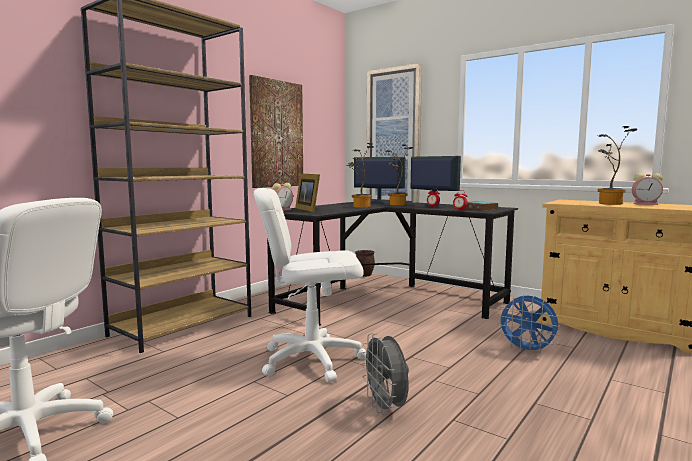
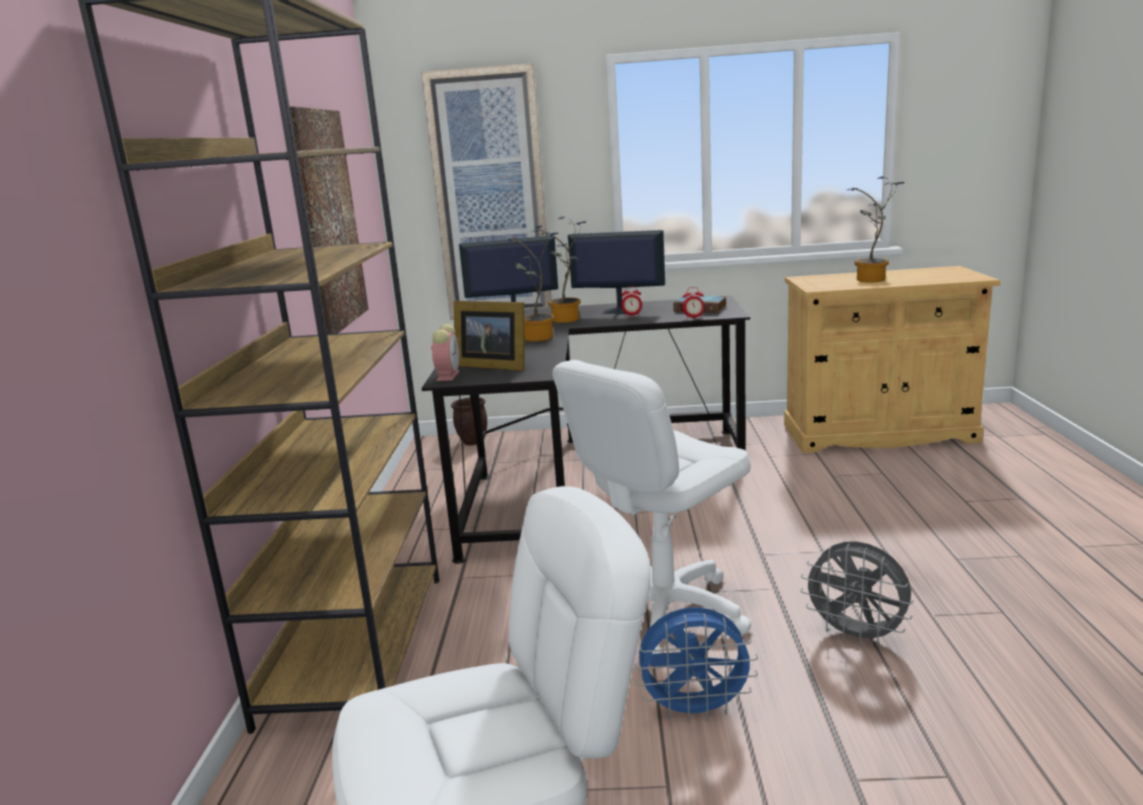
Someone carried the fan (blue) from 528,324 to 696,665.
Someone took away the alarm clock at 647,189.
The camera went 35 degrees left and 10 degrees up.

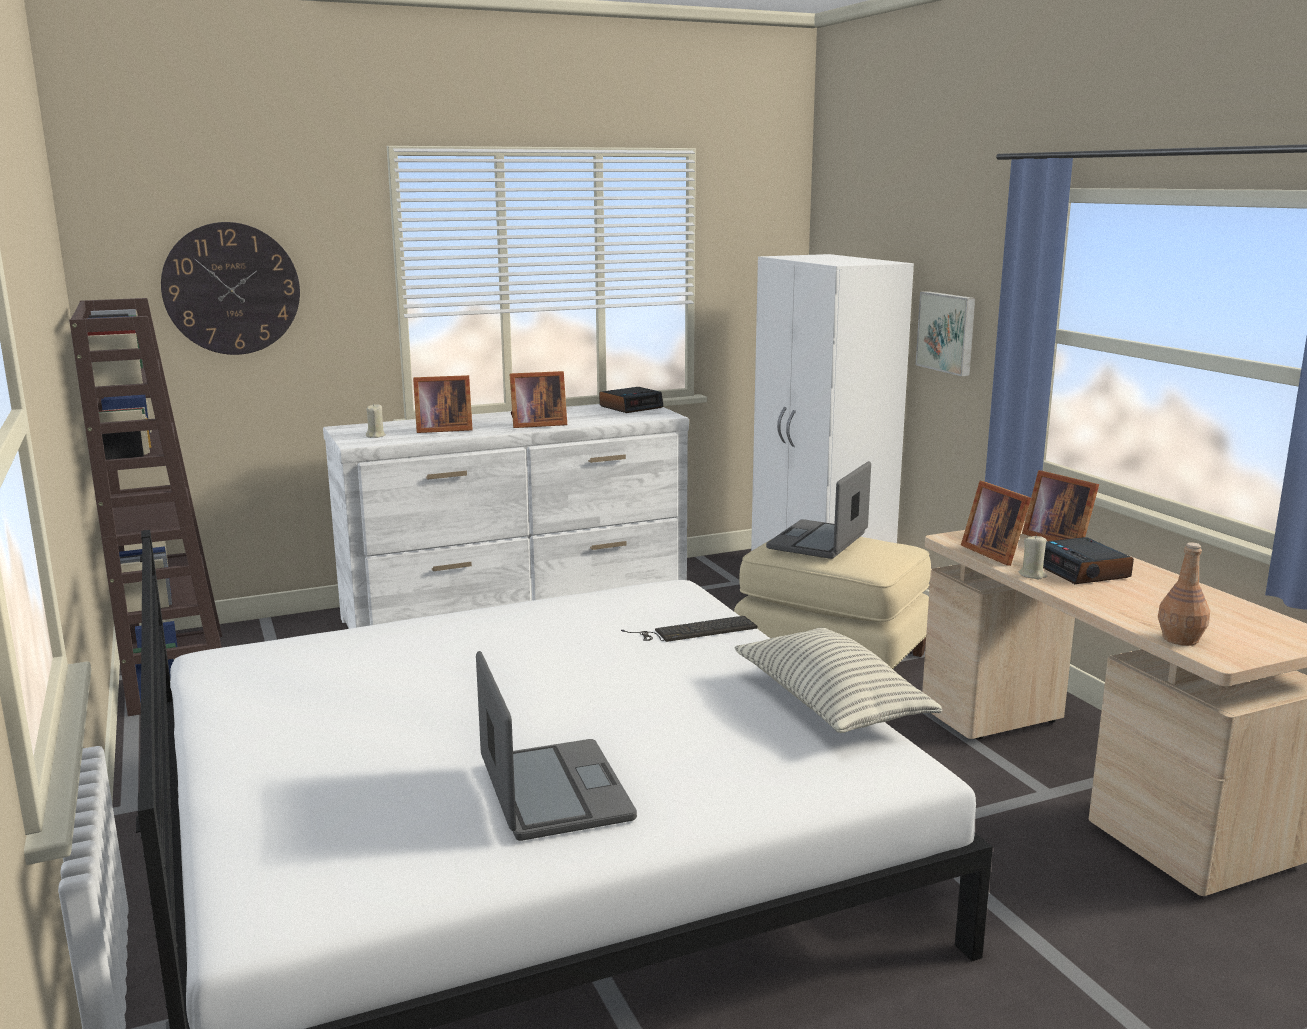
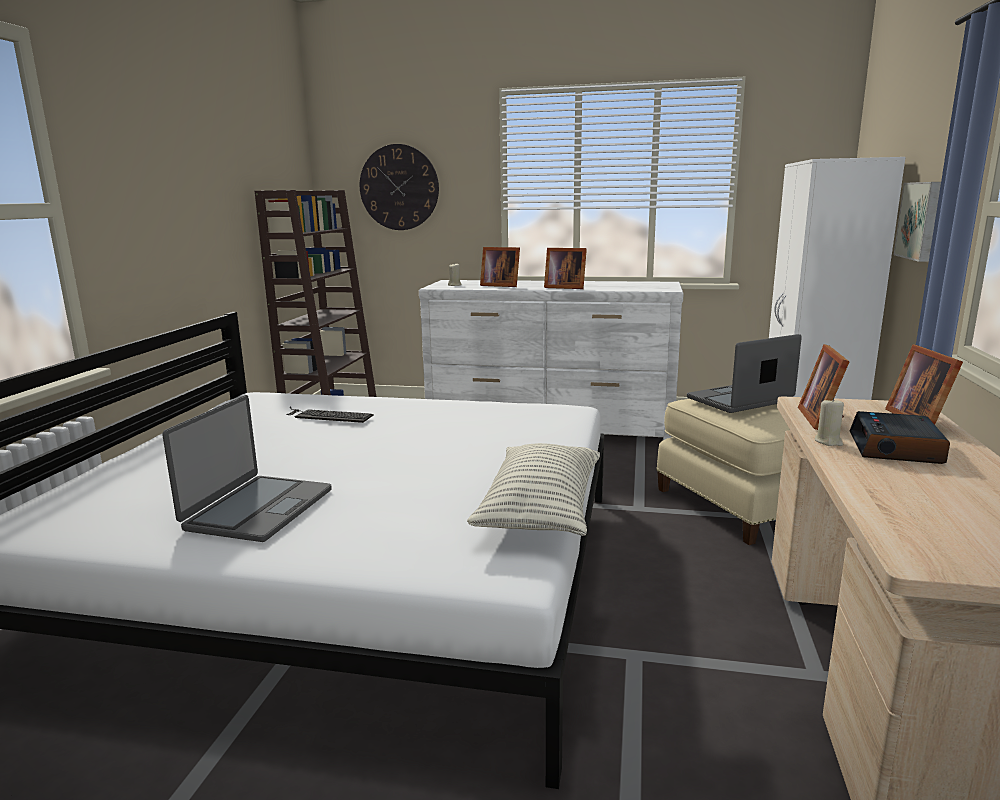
Someone took away the alarm clock at 631,400.
Someone carried the keyboard from 689,629 to 330,415.
Someone took away the bottle (brown) at 1184,594.
The camera went 35 degrees right and 0 degrees up.

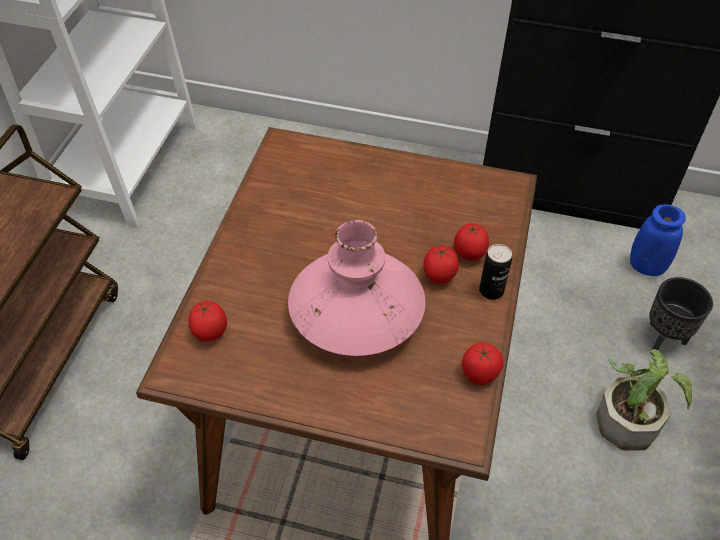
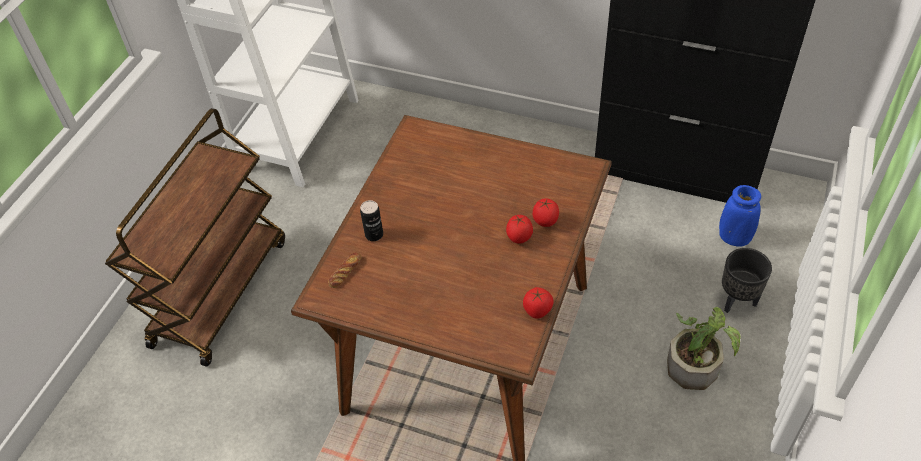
Someone swapped the tomato at 208,321 for the bread at 344,270.
Someone took away the vase (pink) at 356,288.
Someone carried the can from 495,272 to 371,220.
The camera went 10 degrees right and 0 degrees up.

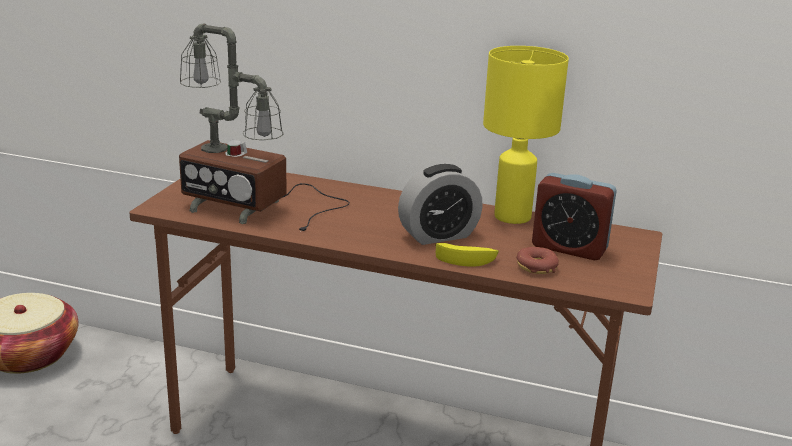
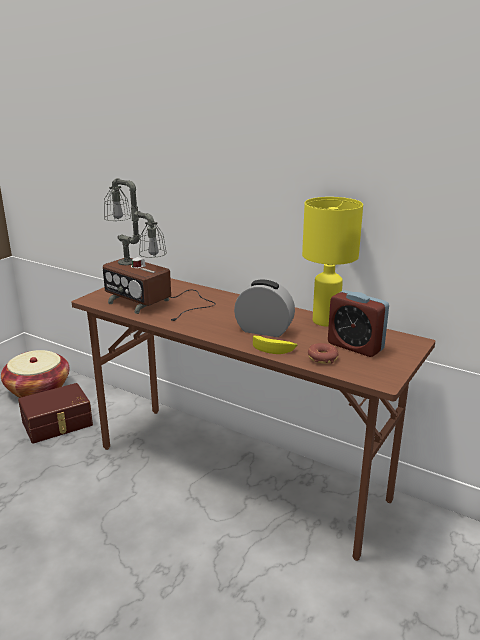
Someone rotated the alarm clock at 440,204 by 150 degrees counterclockwise.
Someone put down the storage box (brown) at 55,413.
The camera went 15 degrees right and 0 degrees up.

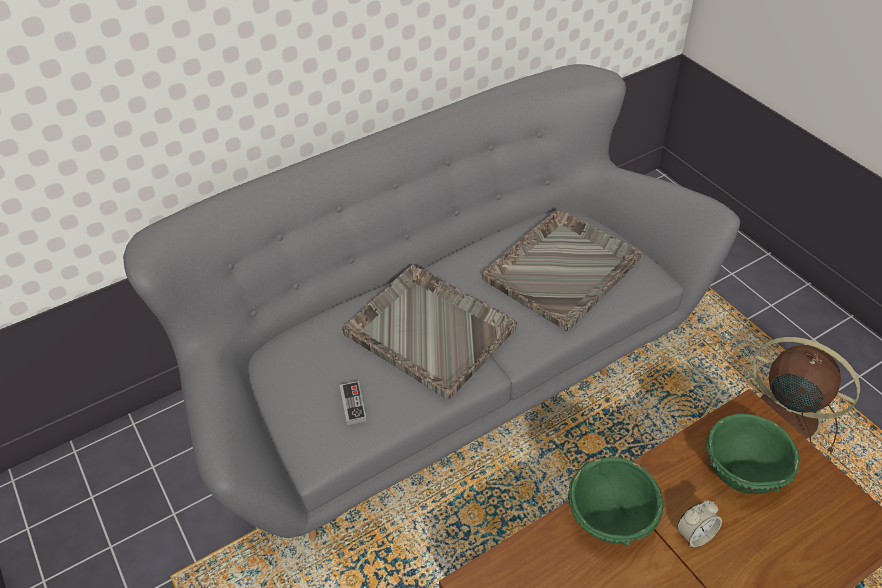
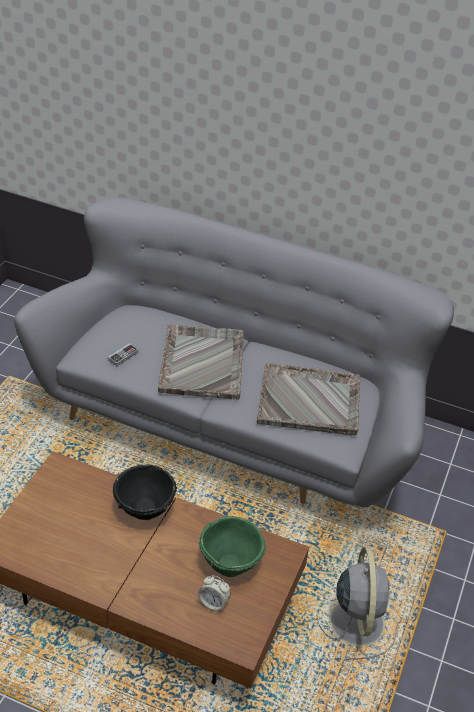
Someone repainted the bowl (green) at 616,501, which became the bowl (black) at 145,492.
Someone carried the alarm clock from 699,523 to 214,593.
Someone repainted the fan (brown) at 799,395, which became the fan (grey) at 356,603.
The camera went 50 degrees right and 5 degrees down.

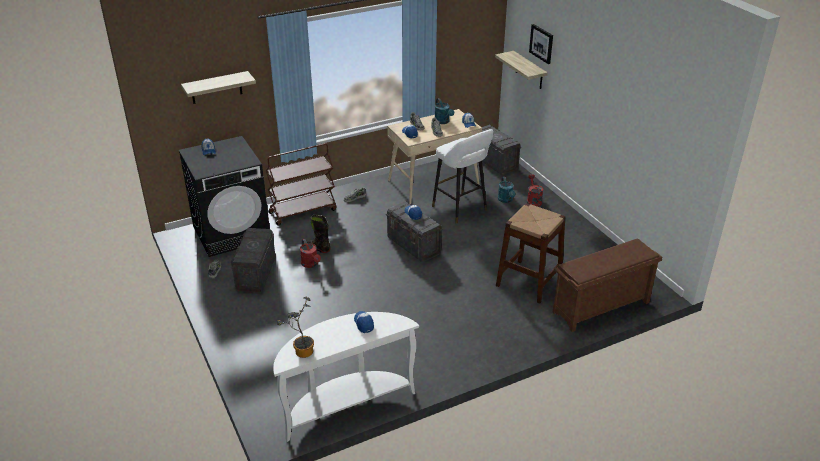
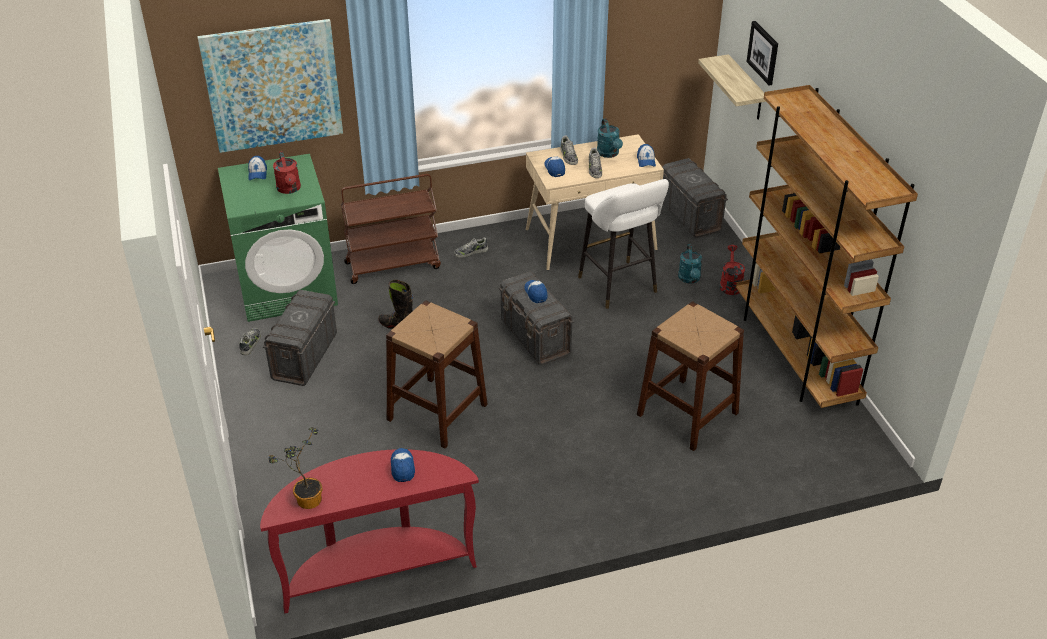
Someone repainted the washing machine (black) at 224,196, which became the washing machine (green) at 278,238.
Someone swapped the shelf at 218,87 for the picture at 270,86.
Someone repainted the console table (white) at 346,377, which became the console table (red) at 369,531.
Someone carried the watering can (red) from 310,253 to 287,172.
Someone took away the shoe rack (brown) at 607,285.
Someone put down the stool (brown) at 437,374.
Someone put down the bookcase (brown) at 827,246.
The camera went 10 degrees right and 5 degrees up.

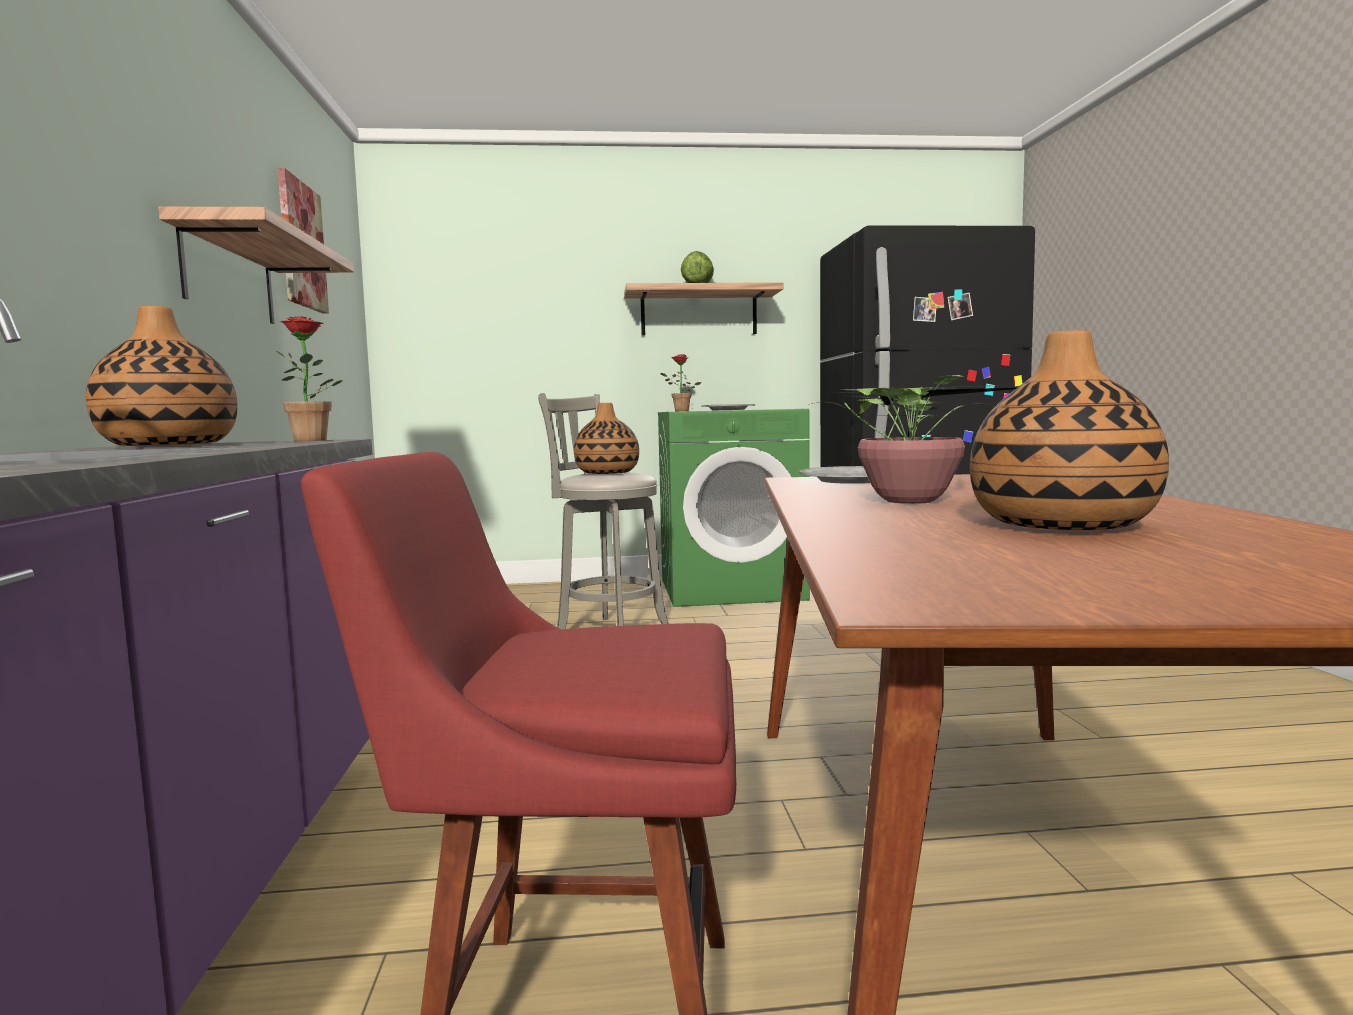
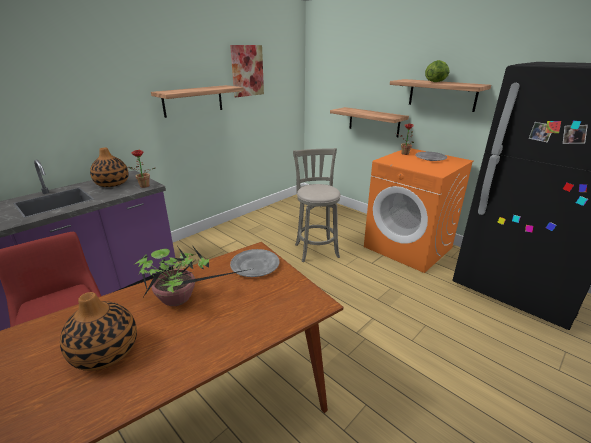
Someone took away the vase at 606,438.
Someone repainted the washing machine (green) at 734,508, which became the washing machine (orange) at 419,210.
Someone put up the shelf at 369,122.
The camera went 50 degrees right and 20 degrees up.

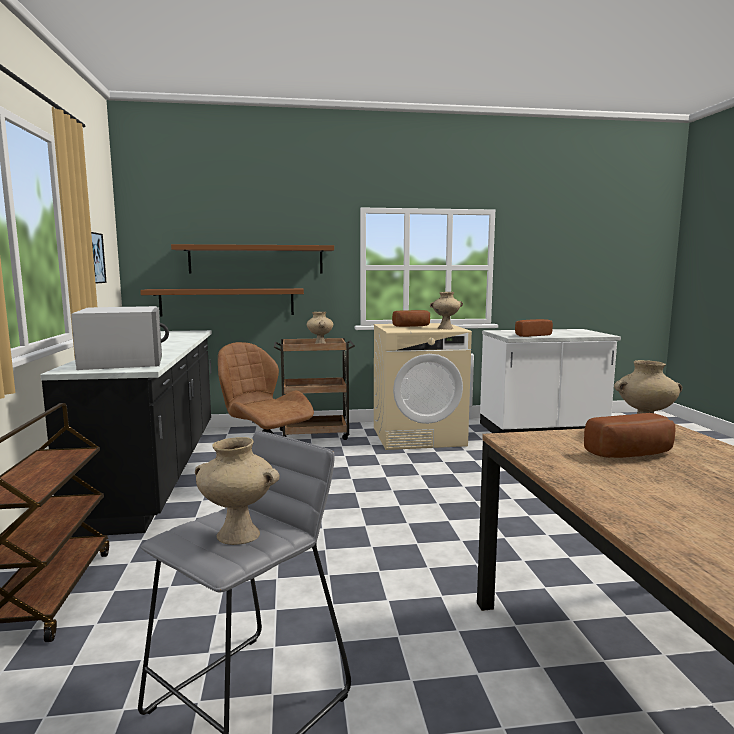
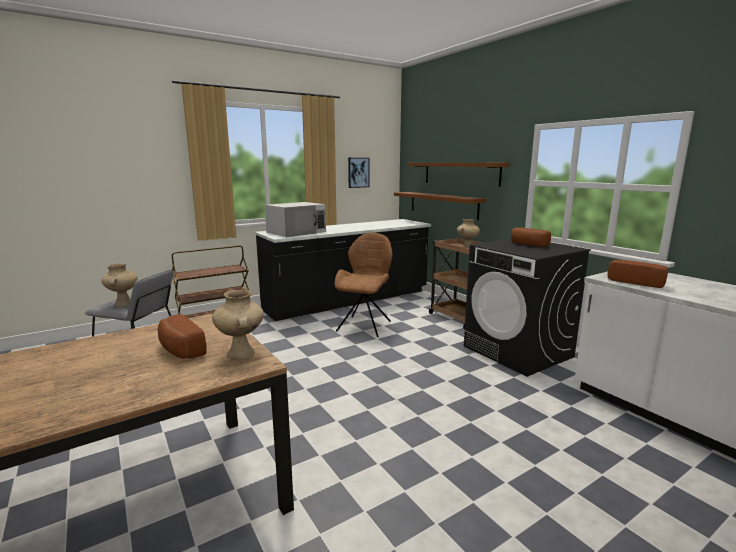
Someone repainted the washing machine (beige) at 423,386, which became the washing machine (black) at 527,308.
Someone took away the vase (beige) at 446,310.
The camera went 65 degrees right and 5 degrees up.

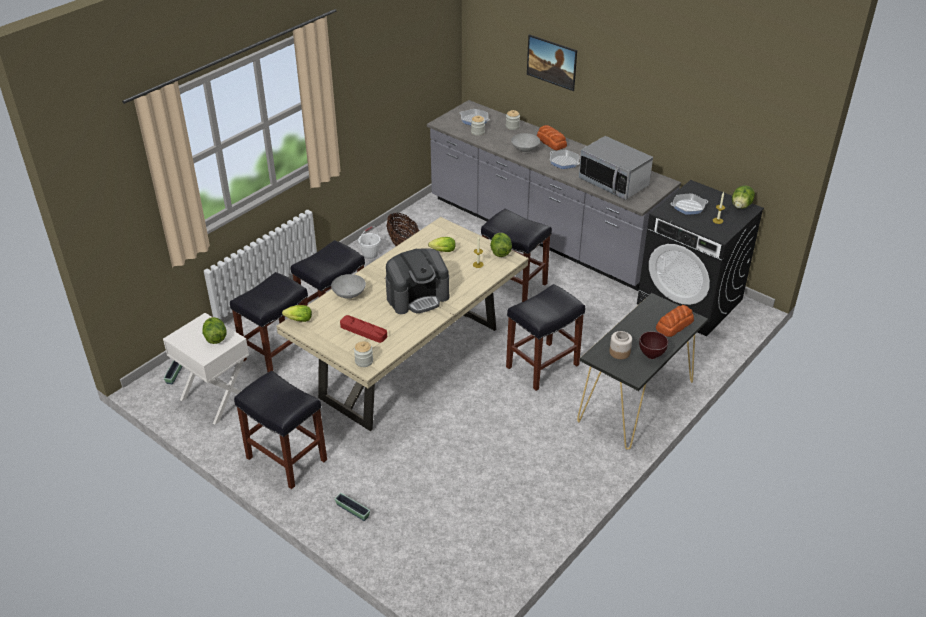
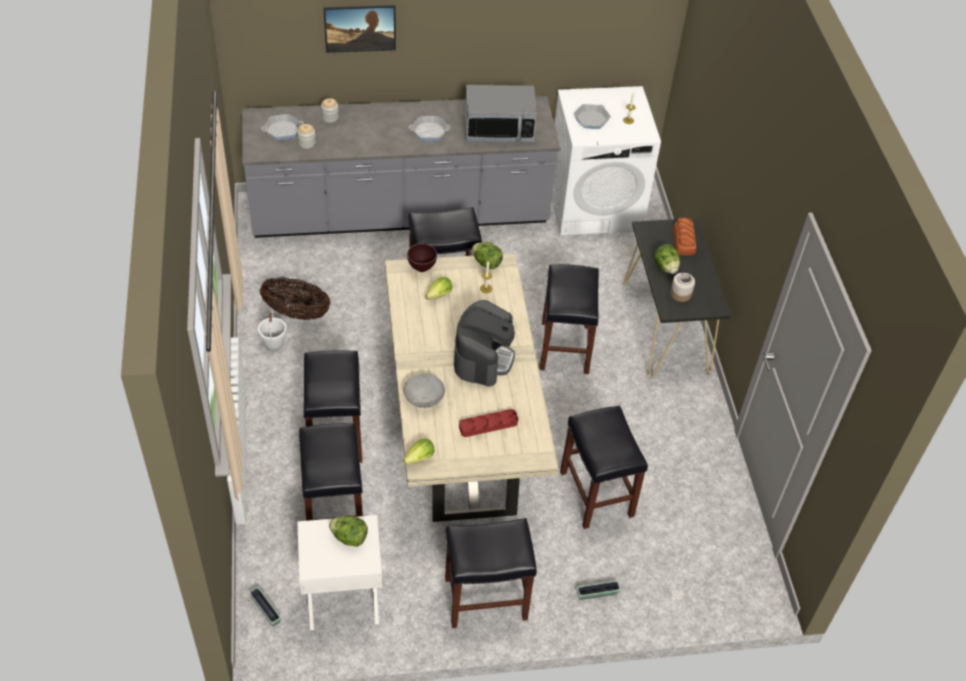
Someone took away the jar at 363,354.
Someone took away the bowl (grey) at 525,142.
Someone took away the bread at 552,137.
Someone repainted the washing machine (black) at 700,258, which became the washing machine (white) at 606,161.
Someone carried the bowl (brown) from 653,345 to 422,257.
Someone carried the lettuce from 743,197 to 667,259.
Someone put down the stool (black) at 604,467.
The camera went 50 degrees left and 10 degrees up.

